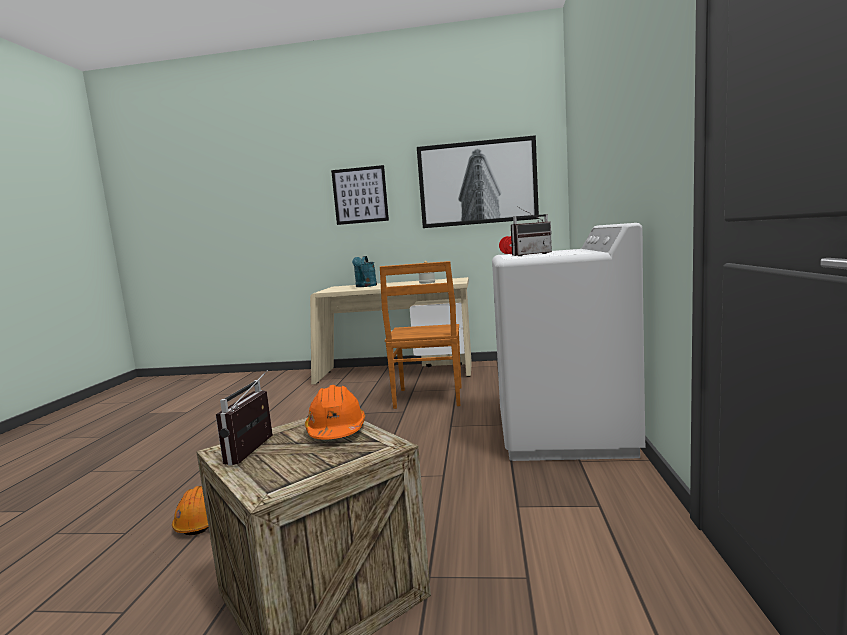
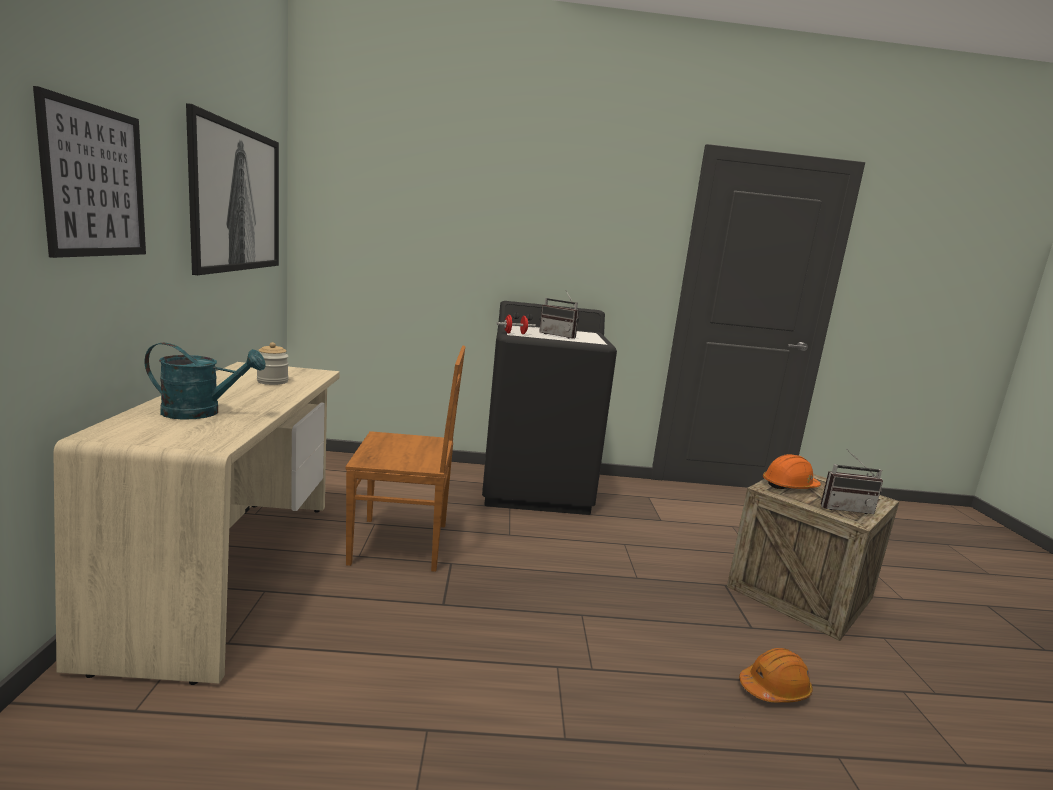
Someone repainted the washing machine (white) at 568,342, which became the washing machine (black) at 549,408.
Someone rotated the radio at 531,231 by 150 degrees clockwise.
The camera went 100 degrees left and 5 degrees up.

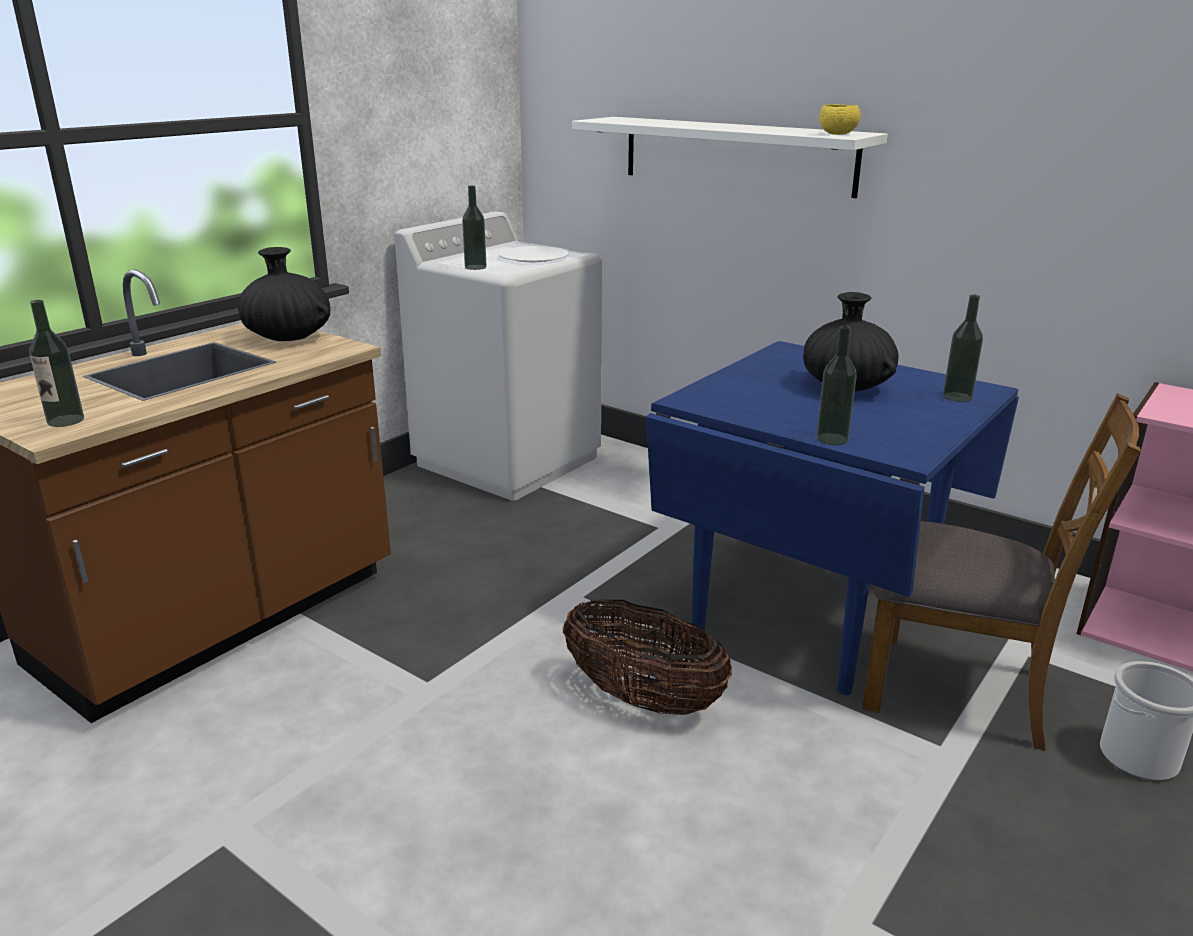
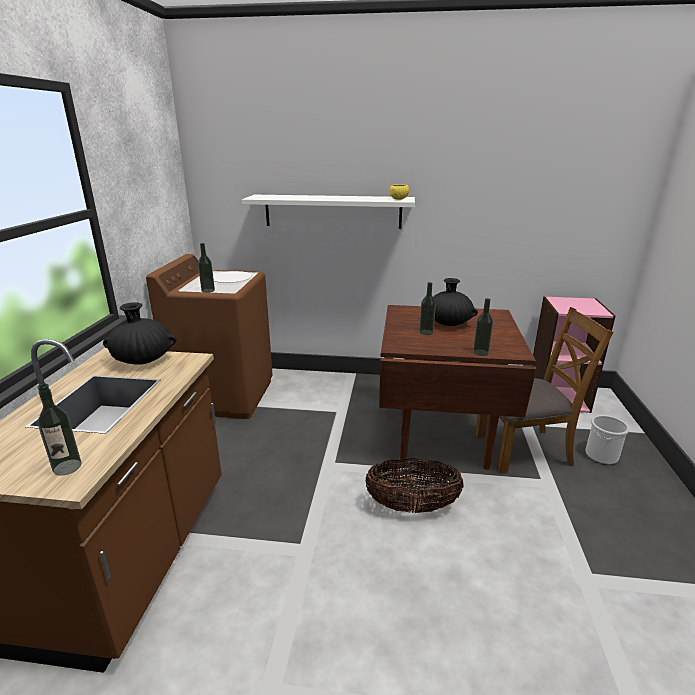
Someone repainted the washing machine (white) at 498,356, which became the washing machine (brown) at 209,336.
Someone repainted the dining table (blue) at 832,518, which became the dining table (brown) at 458,387.
Someone carried the bottle from 963,348 to 427,308.
The camera went 30 degrees left and 0 degrees up.

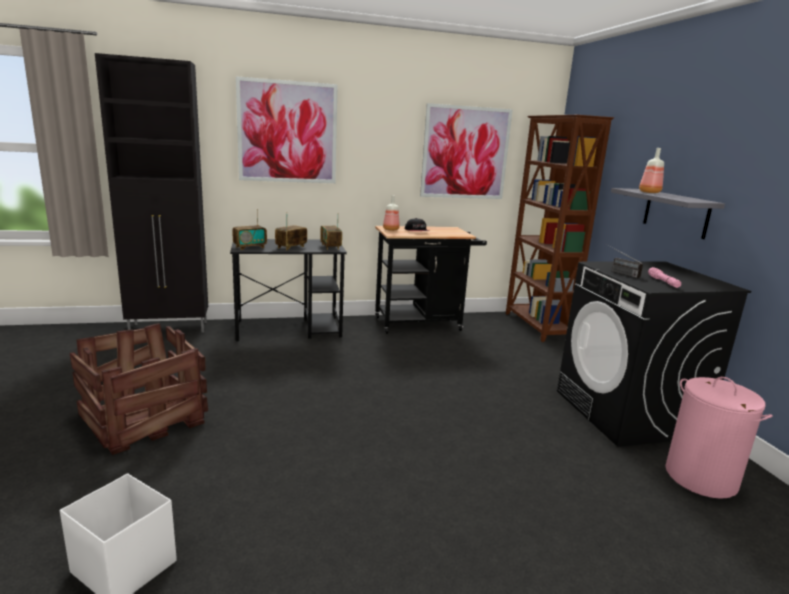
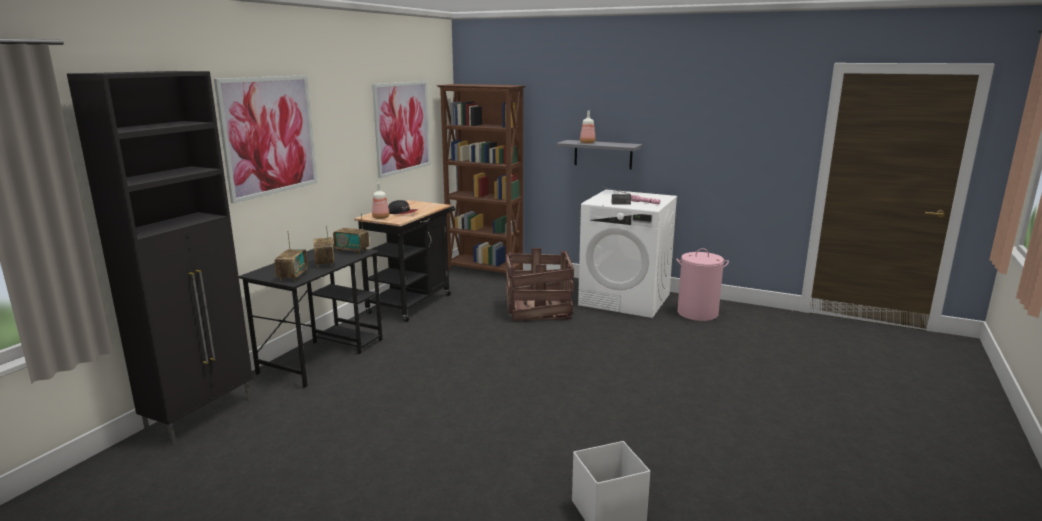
Someone carried the crate from 139,389 to 540,284.
Someone repainted the washing machine (black) at 654,354, which became the washing machine (white) at 627,254.
The camera went 50 degrees left and 0 degrees up.

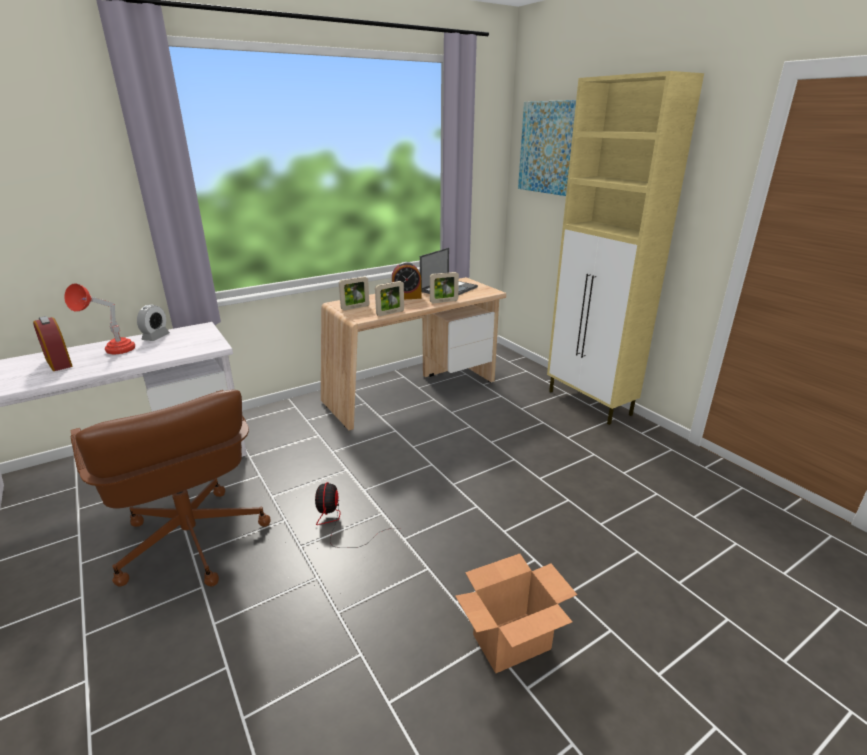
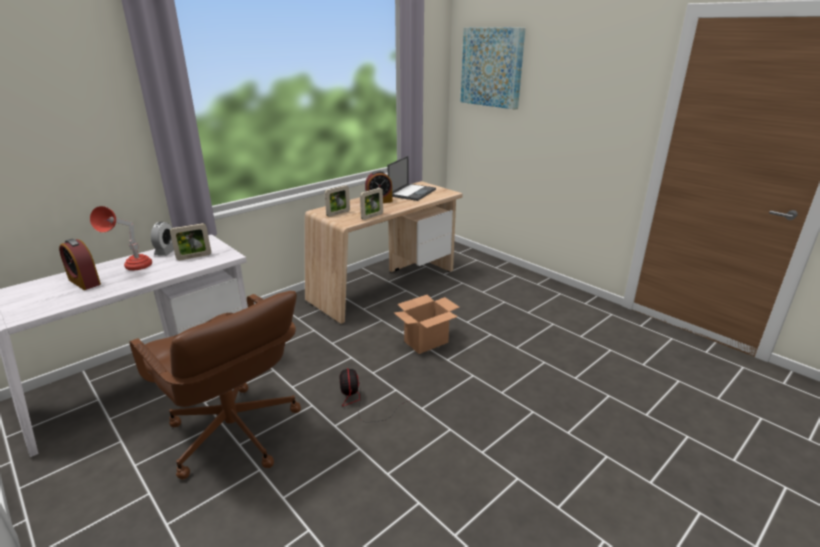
Someone carried the picture frame from 444,287 to 190,242.
Someone carried the cardboard box from 516,613 to 426,324.
Someone took away the cabinet (beige) at 625,248.
The camera went 10 degrees left and 0 degrees up.

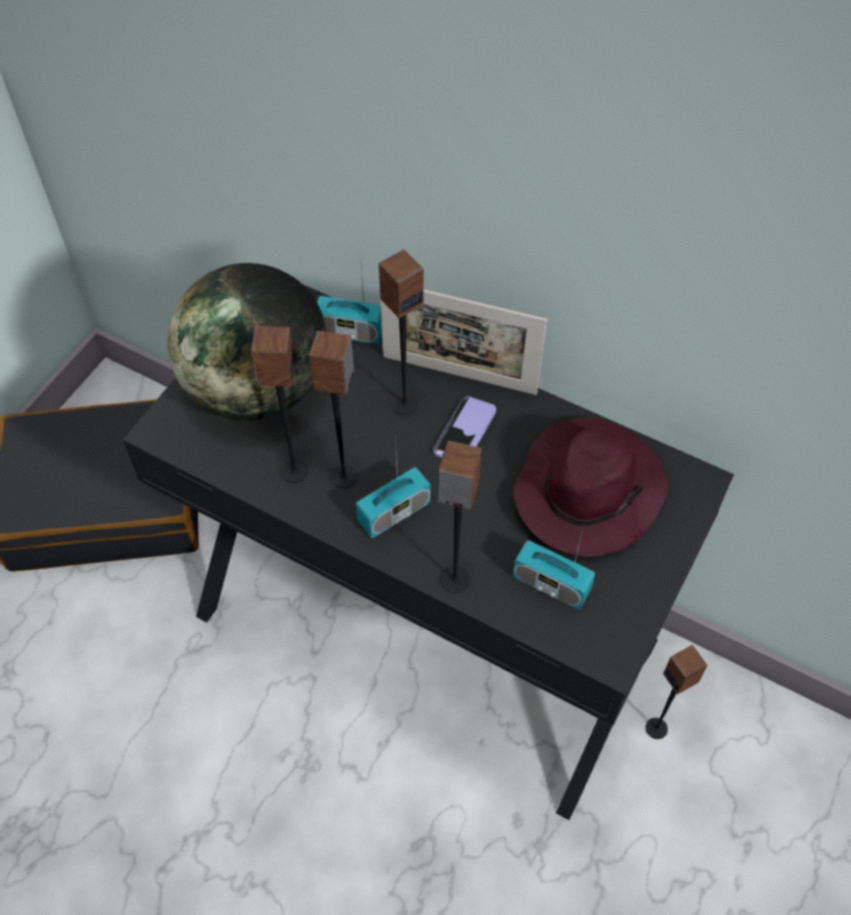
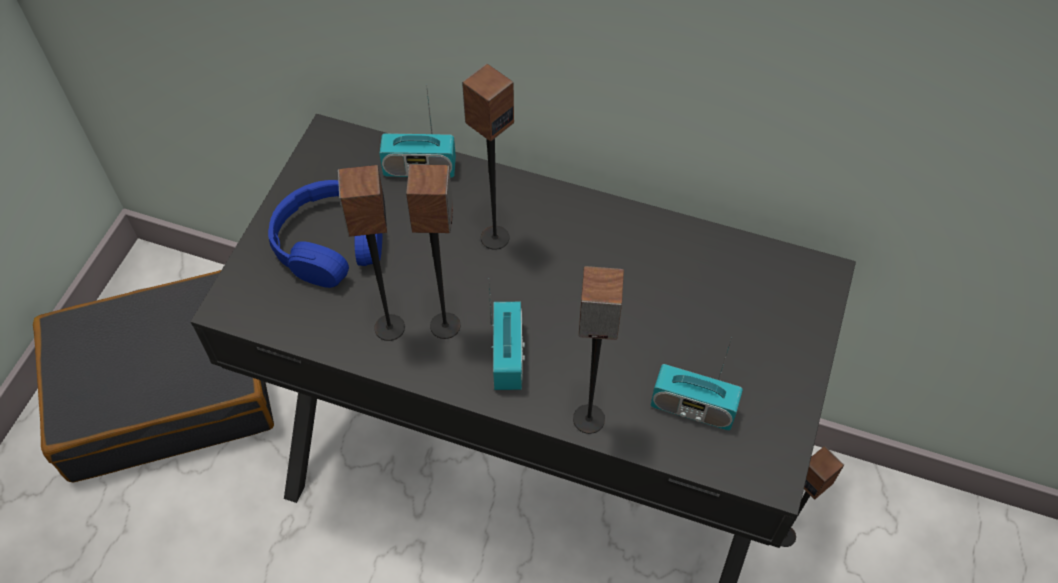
Someone swapped the globe at 247,342 for the headphones (blue) at 325,234.
Someone rotated the radio at 393,487 by 45 degrees counterclockwise.
Someone took away the picture frame at 463,338.
Someone took away the phone at 464,427.
Someone took away the hat (purple) at 590,487.
The camera went 10 degrees left and 0 degrees up.

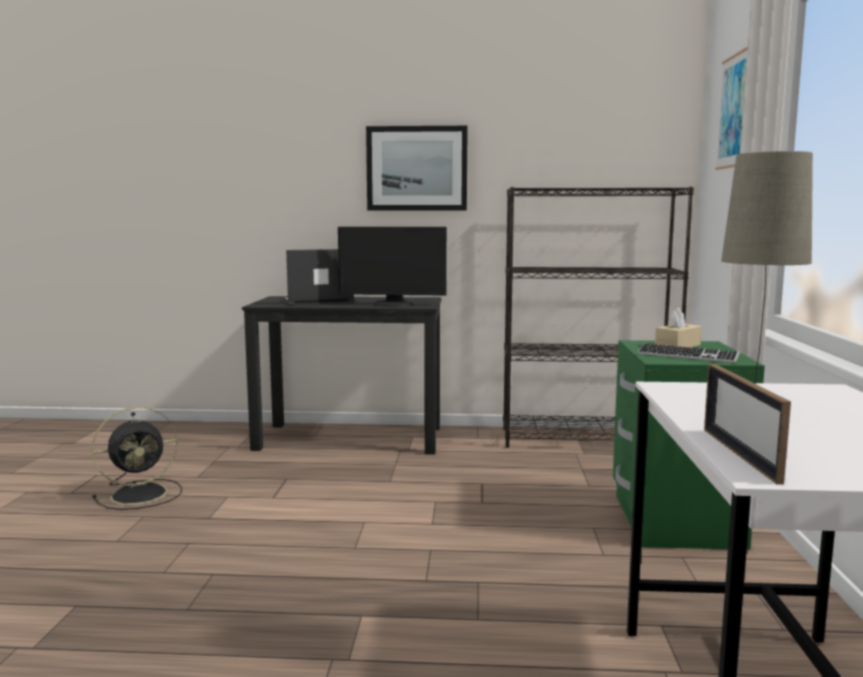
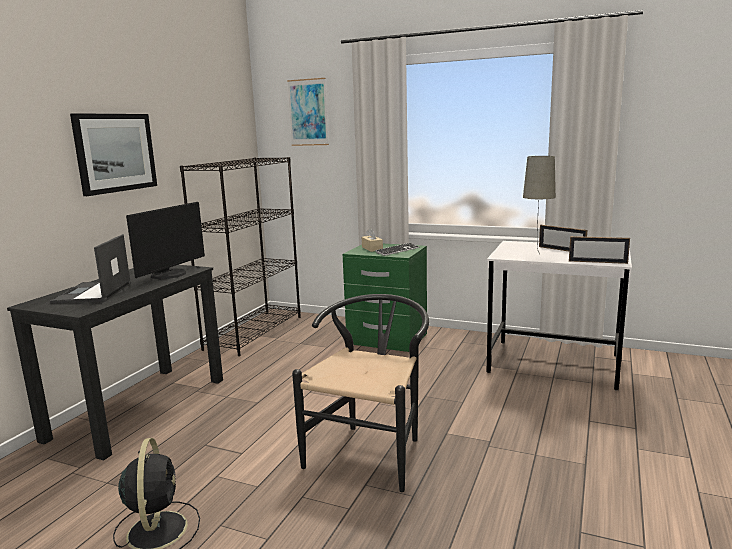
Someone put down the chair (black) at 360,393.
Someone put down the picture frame at 563,238.
The camera went 70 degrees left and 5 degrees up.

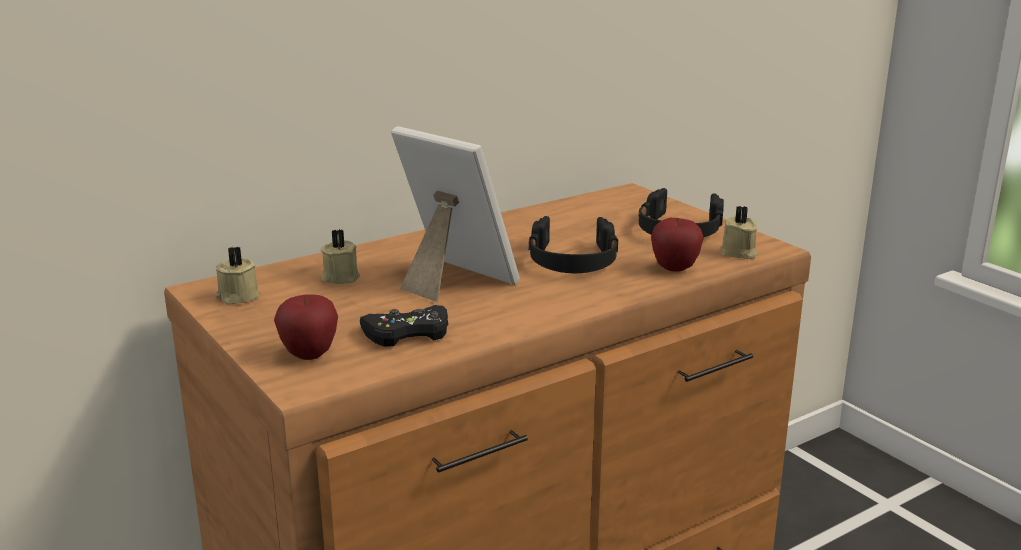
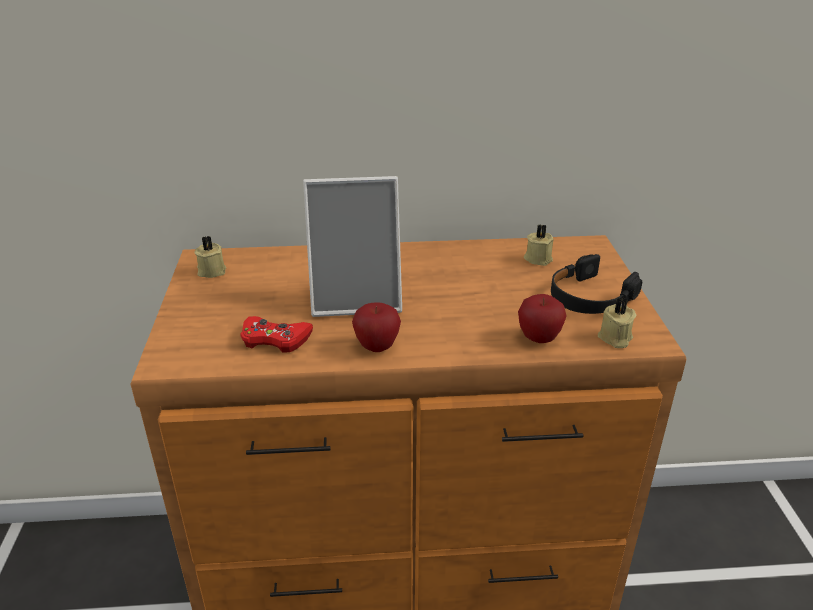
Someone carried the apple from 306,327 to 376,327.
Someone carried the candle (beige) from 340,256 to 539,245.
Someone repainted the game controller (black) at 404,326, which became the game controller (red) at 276,334.
Someone rotated the picture frame at 455,214 by 105 degrees clockwise.
Someone took away the headphones (black) at 573,244.
The camera went 30 degrees right and 10 degrees up.

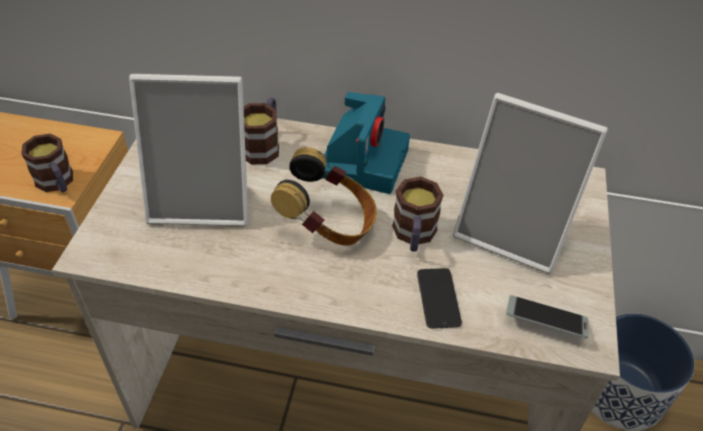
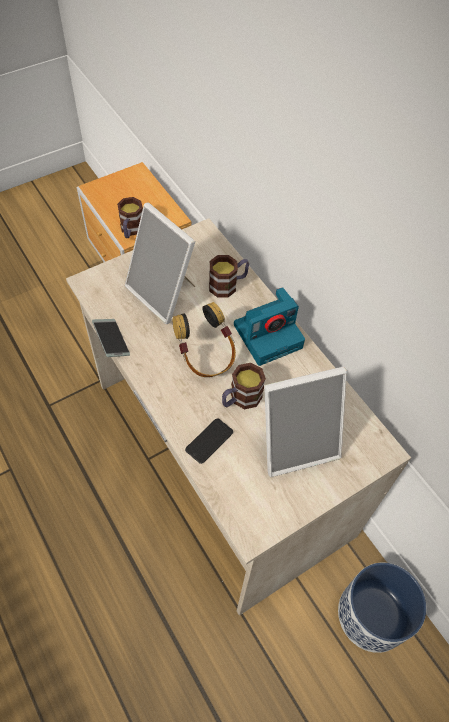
Someone rotated the picture frame at 530,183 by 90 degrees counterclockwise.
Someone carried the phone from 547,316 to 111,338.
The camera went 45 degrees right and 10 degrees up.

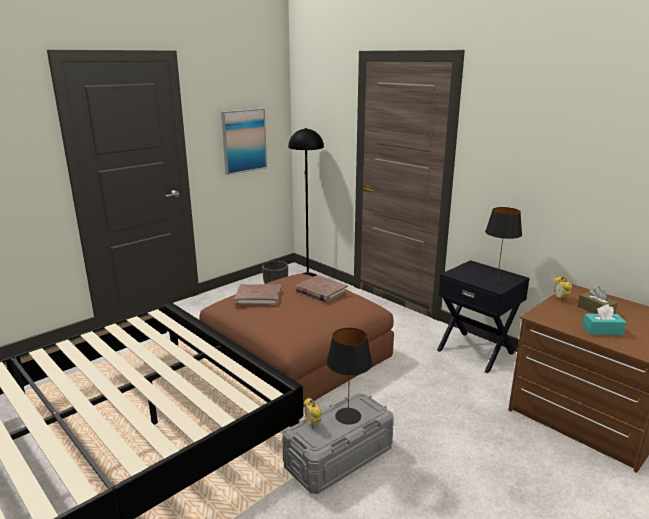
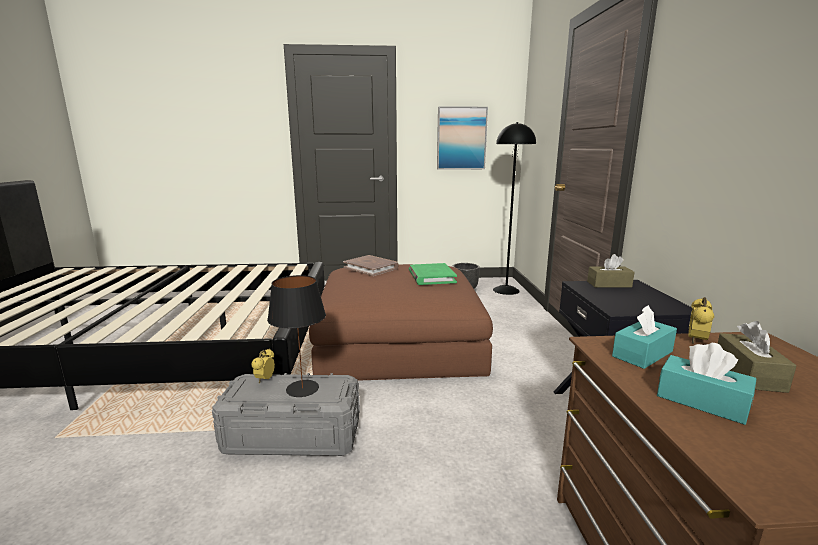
Someone repainted the book (brown) at 322,288, which became the book (green) at 433,274.
Someone took away the table lamp (black) at 503,245.
Someone put down the tissue box (brown) at 611,271.
Someone put down the tissue box (turquoise) at 644,337.
The camera went 40 degrees right and 5 degrees down.

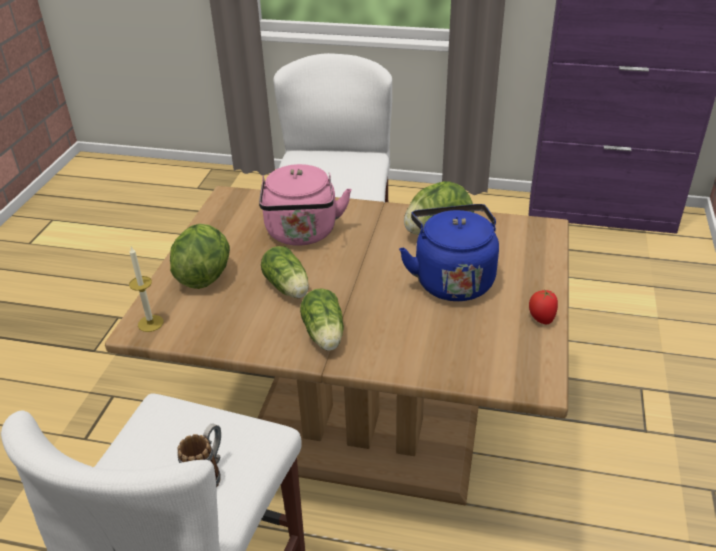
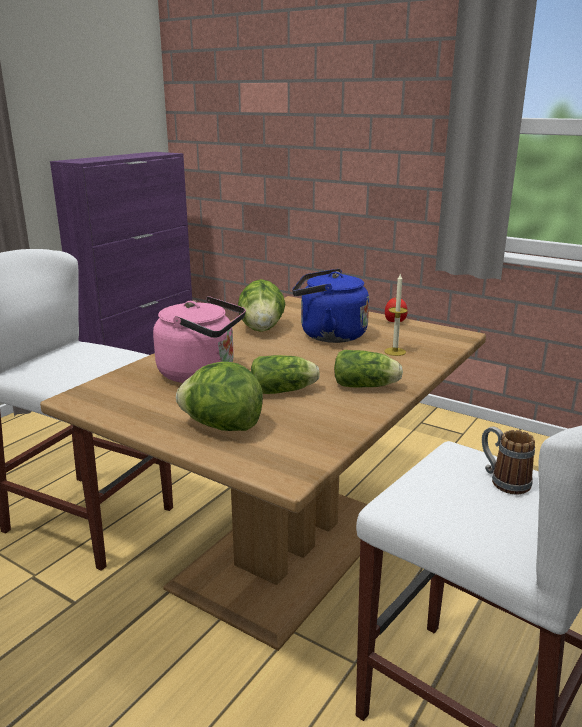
Someone carried the candle from 146,289 to 395,314.
The camera went 70 degrees left and 15 degrees down.

